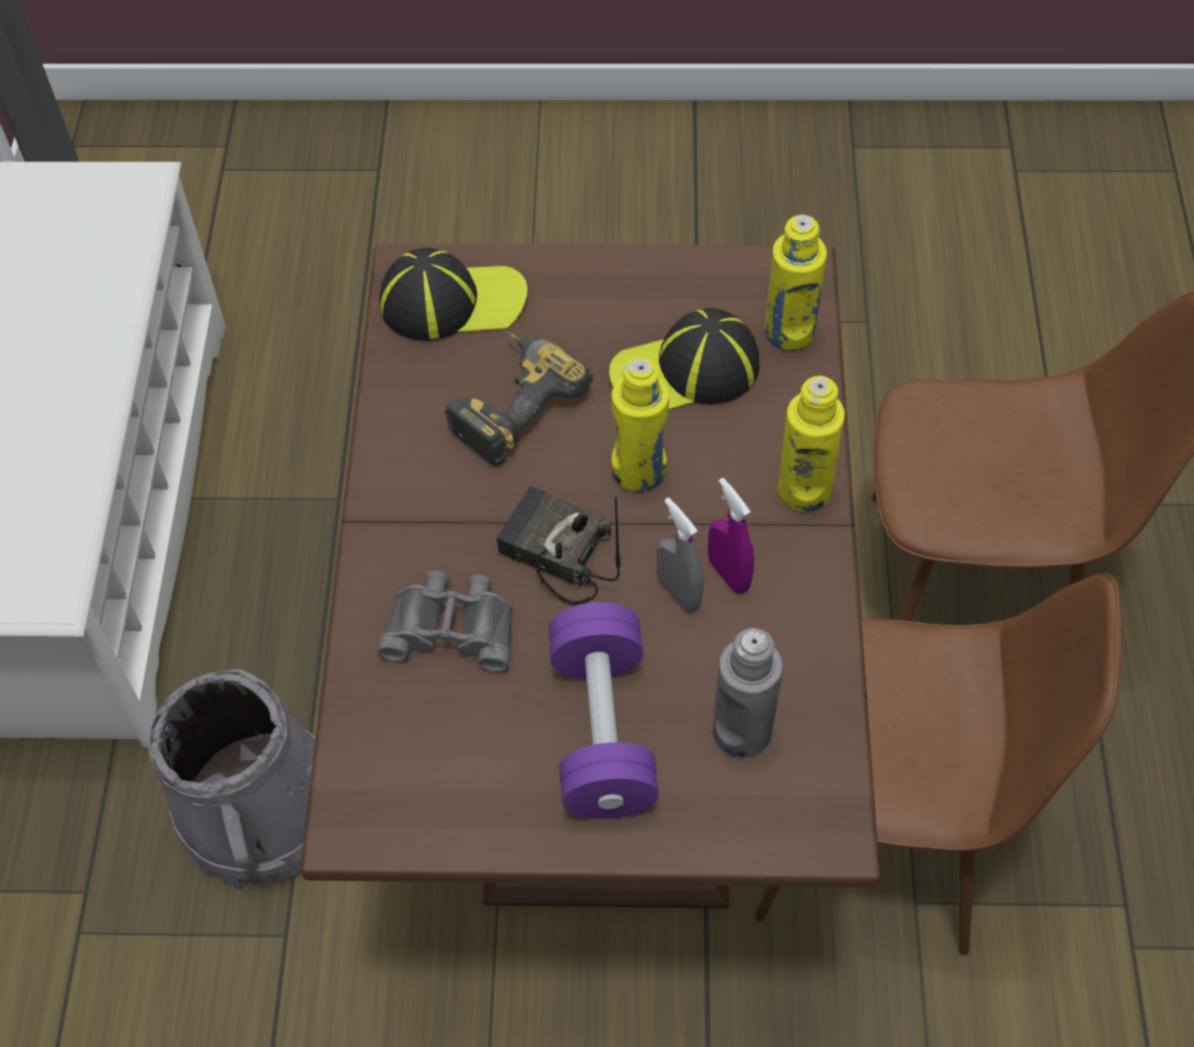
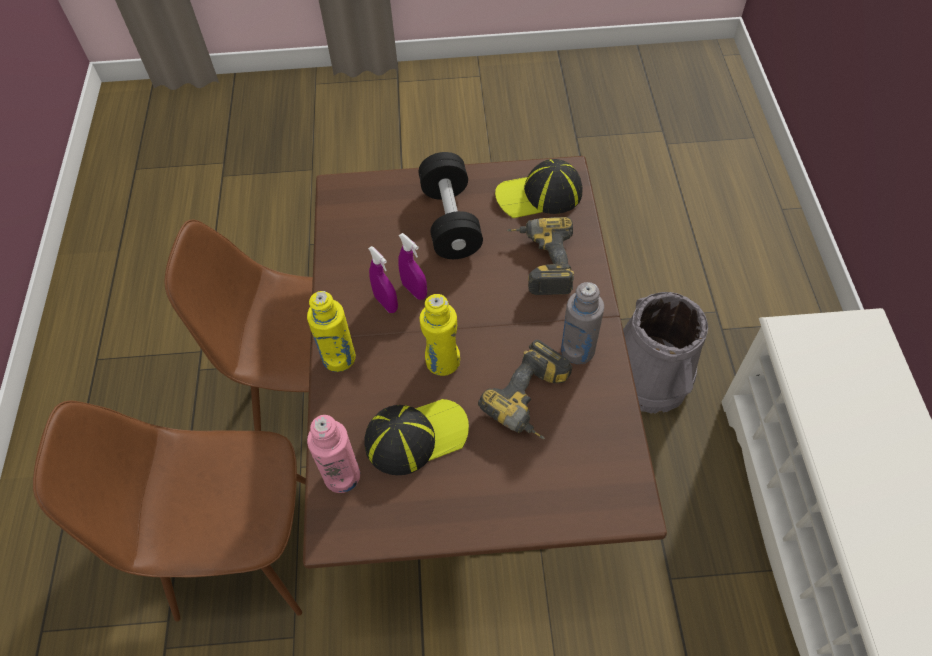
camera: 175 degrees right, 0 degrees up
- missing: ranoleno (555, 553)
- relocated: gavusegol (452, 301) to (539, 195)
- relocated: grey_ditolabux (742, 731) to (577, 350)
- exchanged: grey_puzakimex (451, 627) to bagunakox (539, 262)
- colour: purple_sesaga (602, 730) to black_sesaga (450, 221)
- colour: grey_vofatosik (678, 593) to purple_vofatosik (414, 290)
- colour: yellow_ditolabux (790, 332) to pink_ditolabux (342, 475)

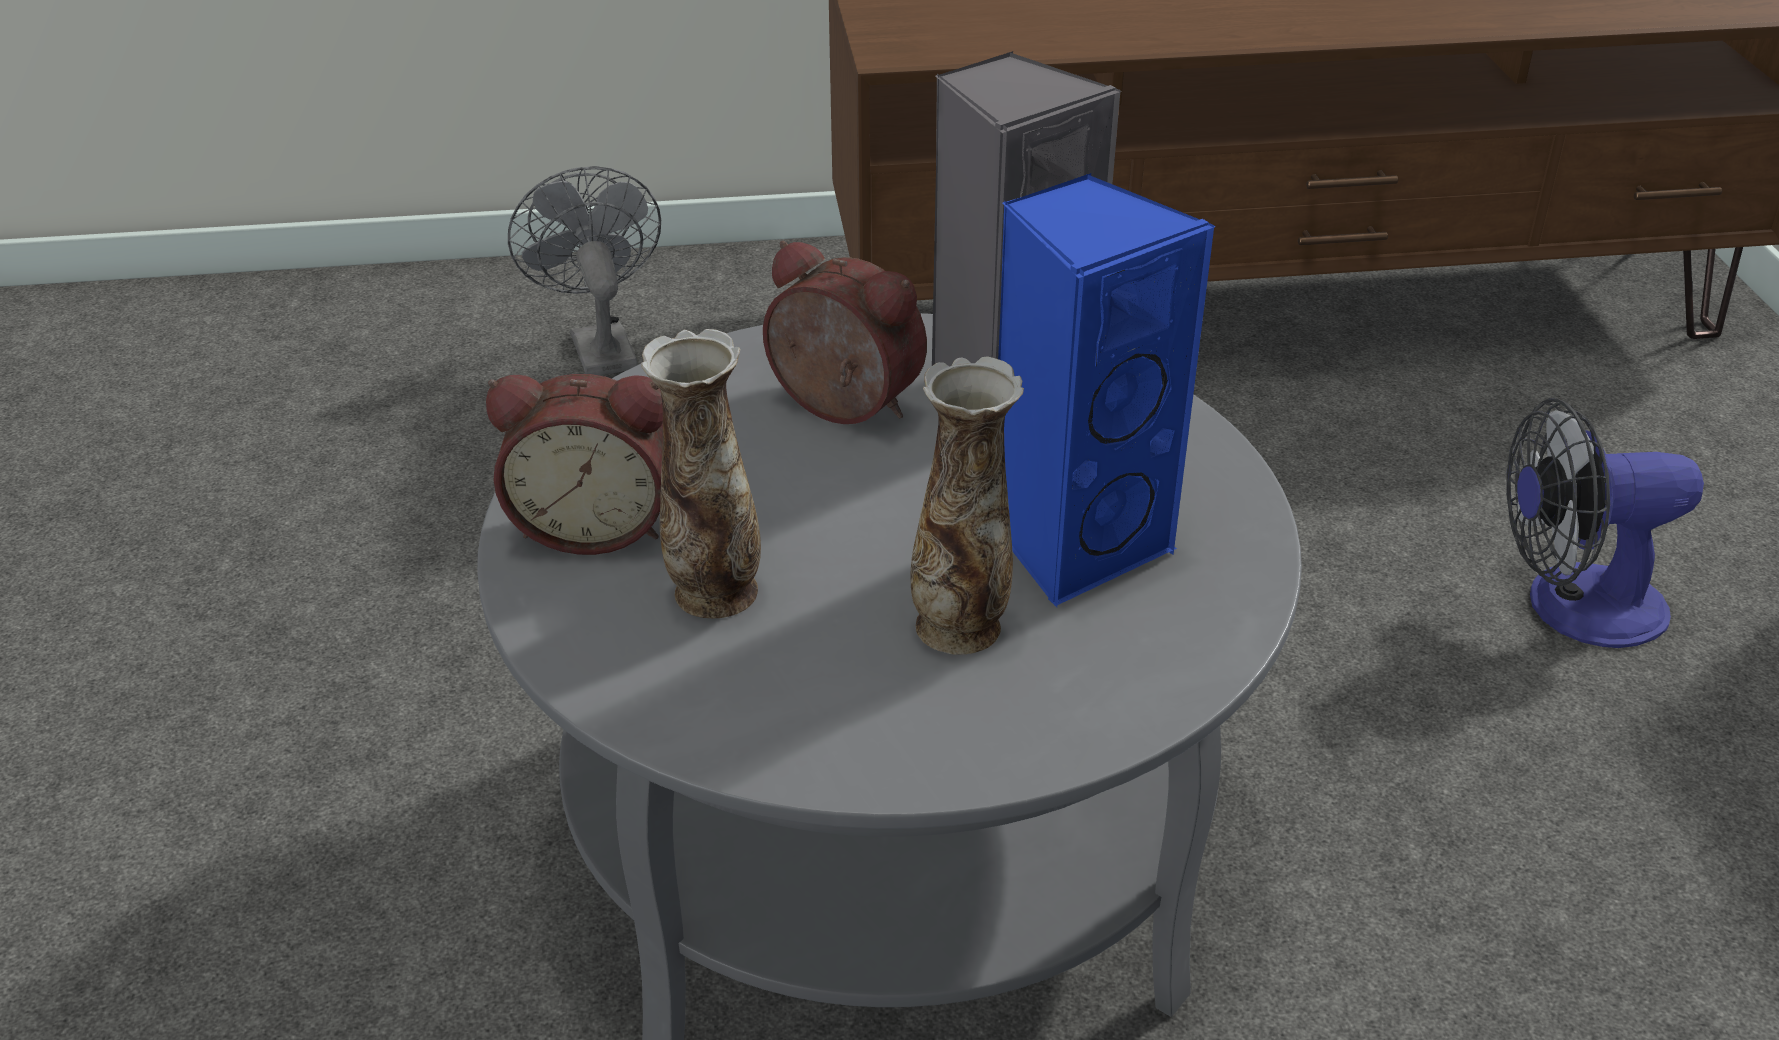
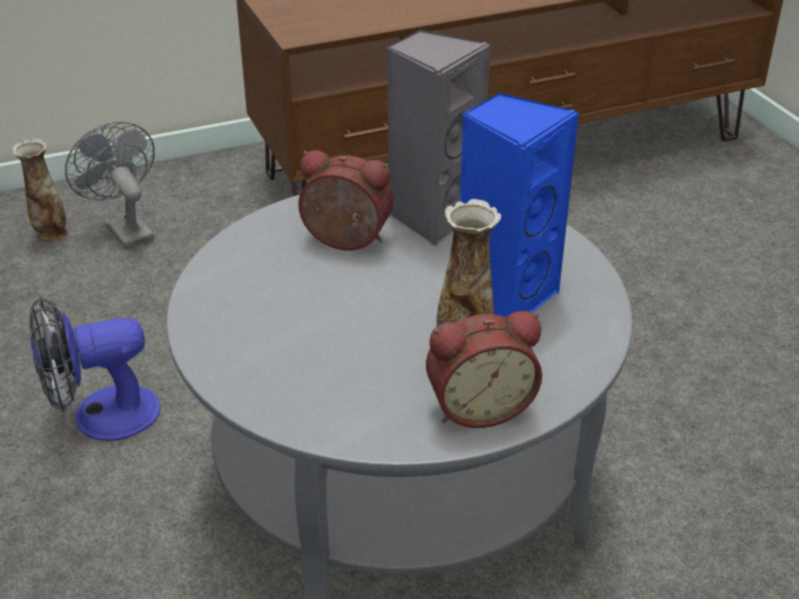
camera: 15 degrees left, 0 degrees up
- relocated: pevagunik (594, 525) to (479, 406)
- relocated: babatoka (713, 593) to (51, 235)
- relocated: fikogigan (1572, 607) to (101, 417)

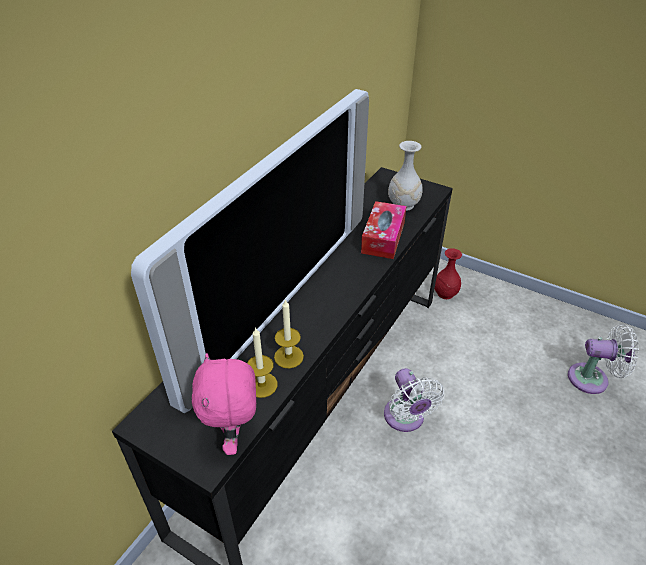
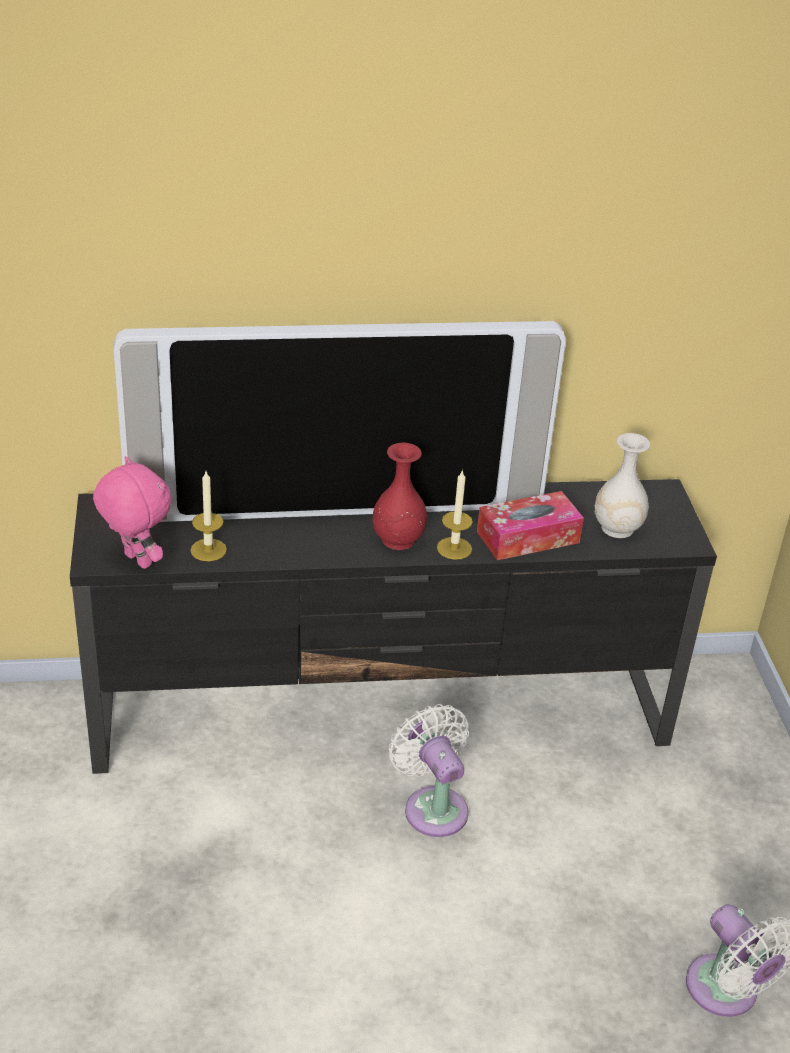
camera: 50 degrees right, 5 degrees down
- relocated: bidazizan (288, 356) to (454, 548)
- relocated: red_babatoka (445, 294) to (397, 539)
- spun: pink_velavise (234, 436) = (136, 561) 90 degrees clockwise
- spun: white_fikogigan (405, 418) = (433, 806) 120 degrees clockwise

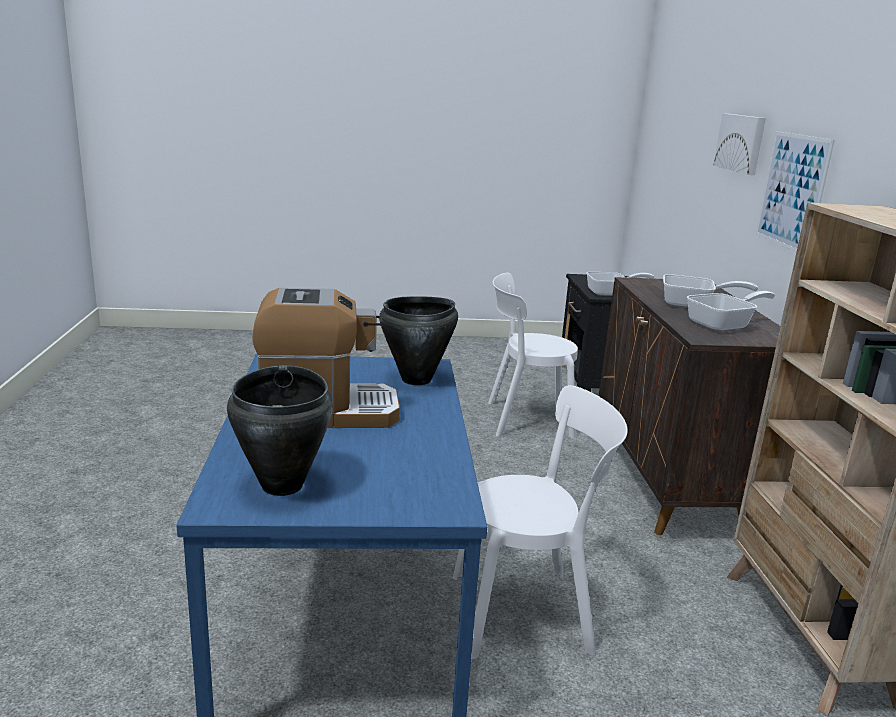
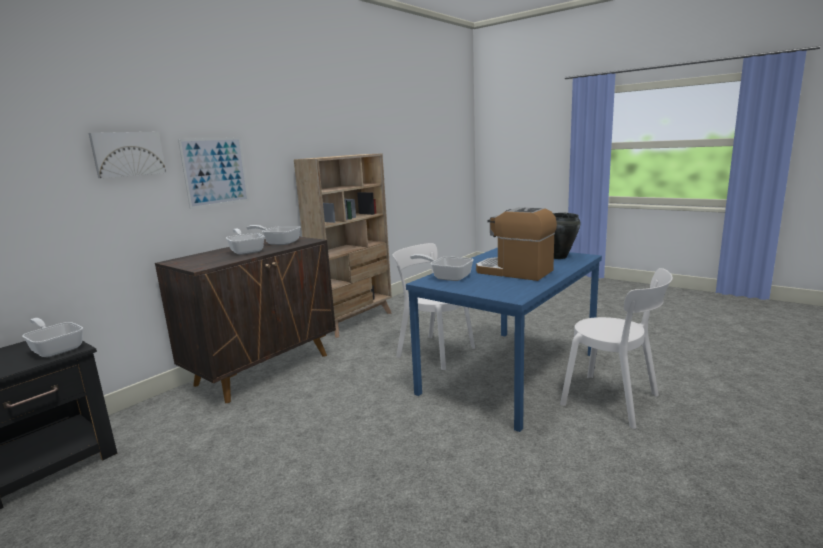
camera: 135 degrees left, 5 degrees down
- relocated: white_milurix (524, 419) to (614, 401)
- exchanged: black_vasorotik (417, 380) to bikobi (447, 277)

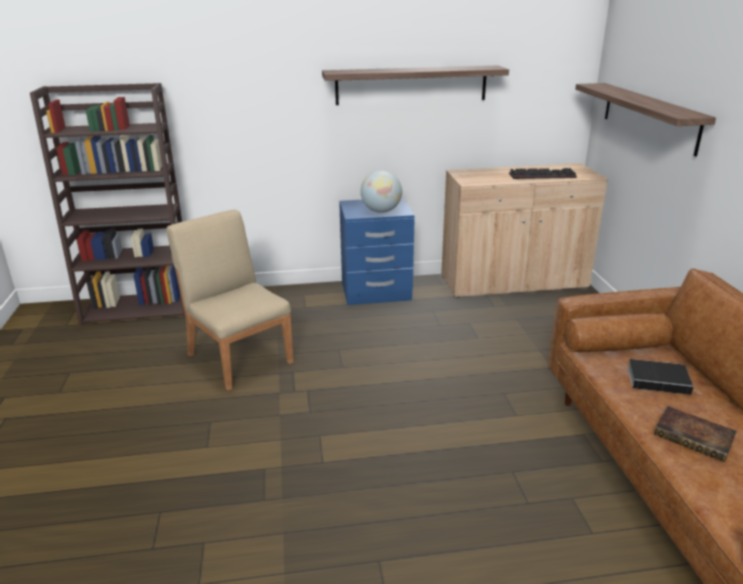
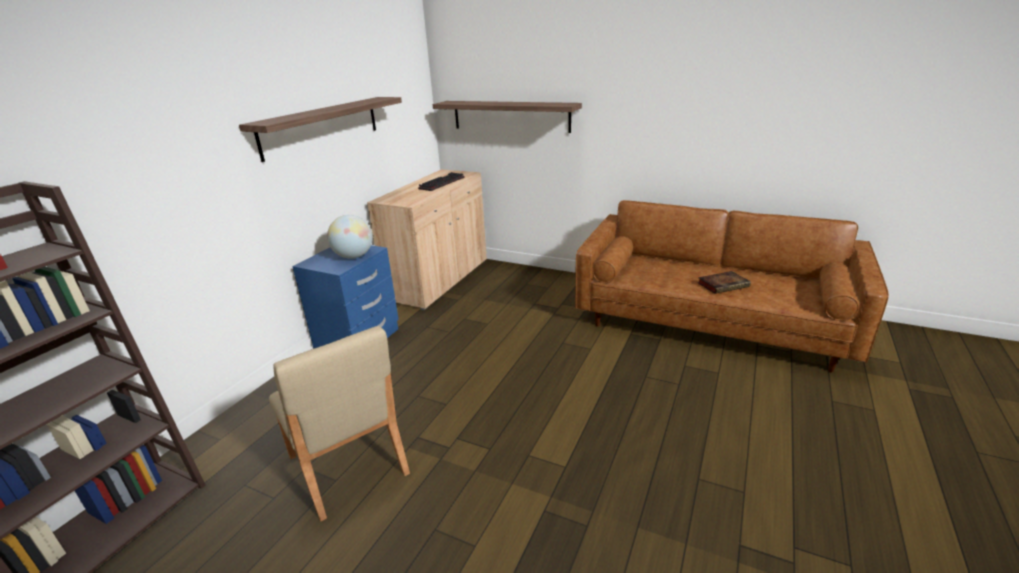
camera: 55 degrees left, 0 degrees up
- missing: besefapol (660, 380)
- spun: beige_milurix (240, 357) = (348, 466) 120 degrees counterclockwise

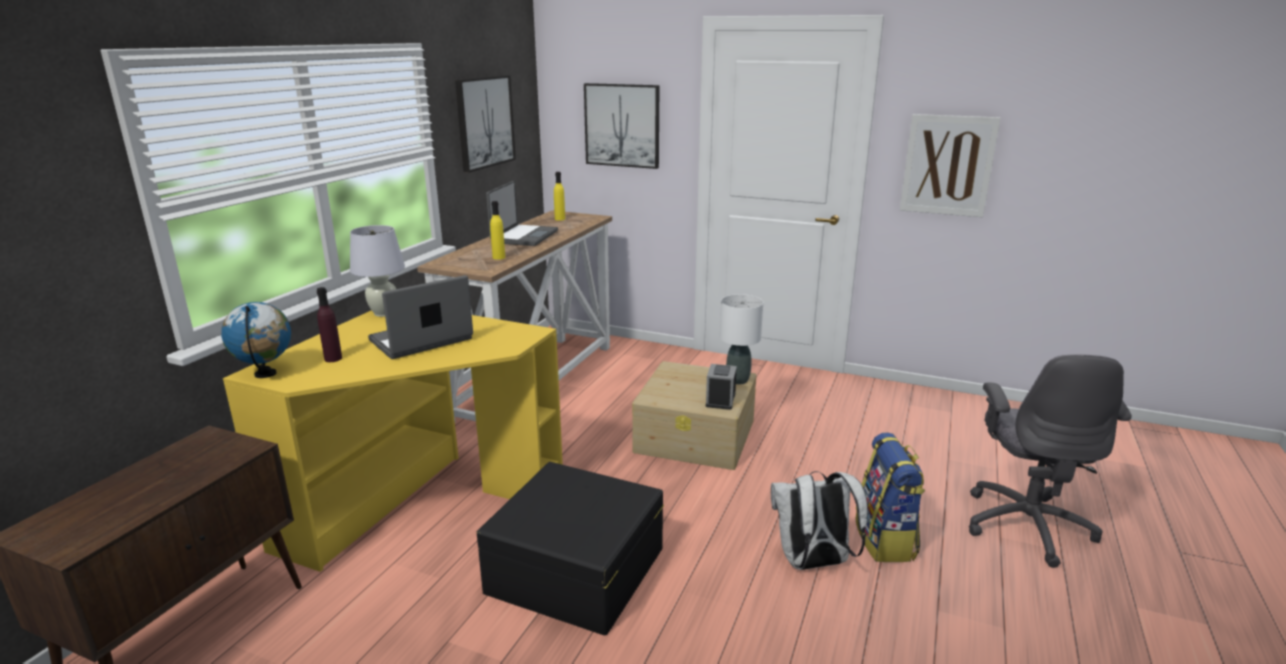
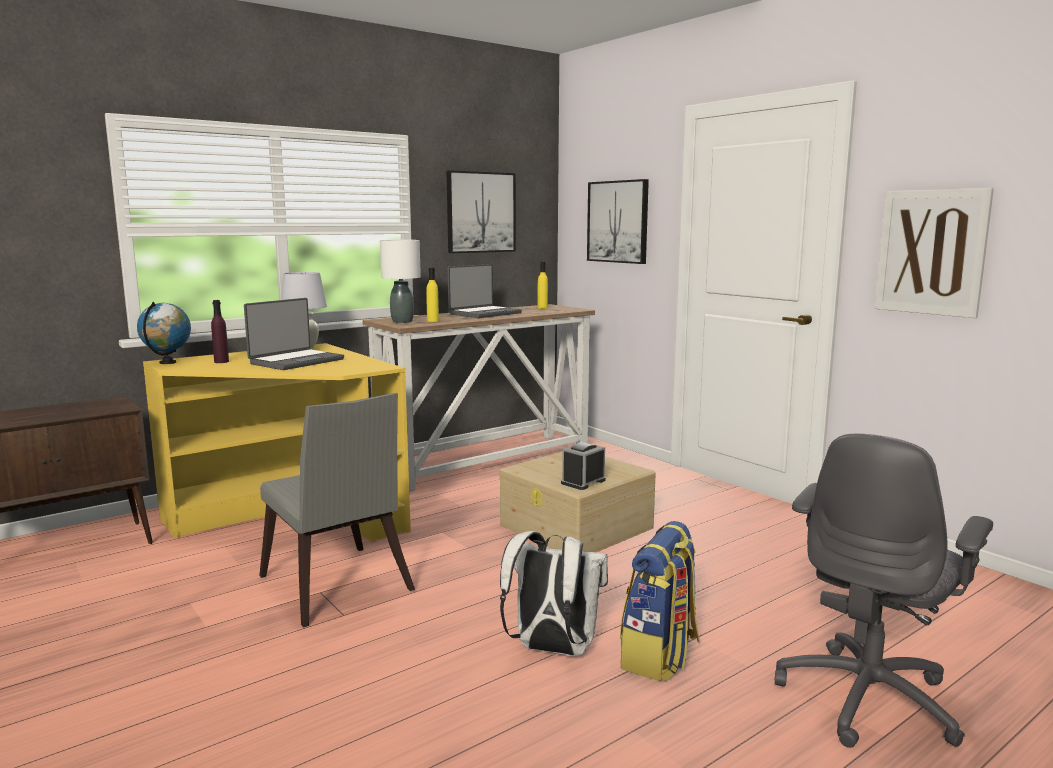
camera: 30 degrees right, 10 degrees down
- relocated: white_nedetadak (738, 380) to (402, 321)
- exchanged: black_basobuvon (575, 570) to grey_milurix (337, 589)
- spun: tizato (422, 340) = (296, 361) 135 degrees clockwise

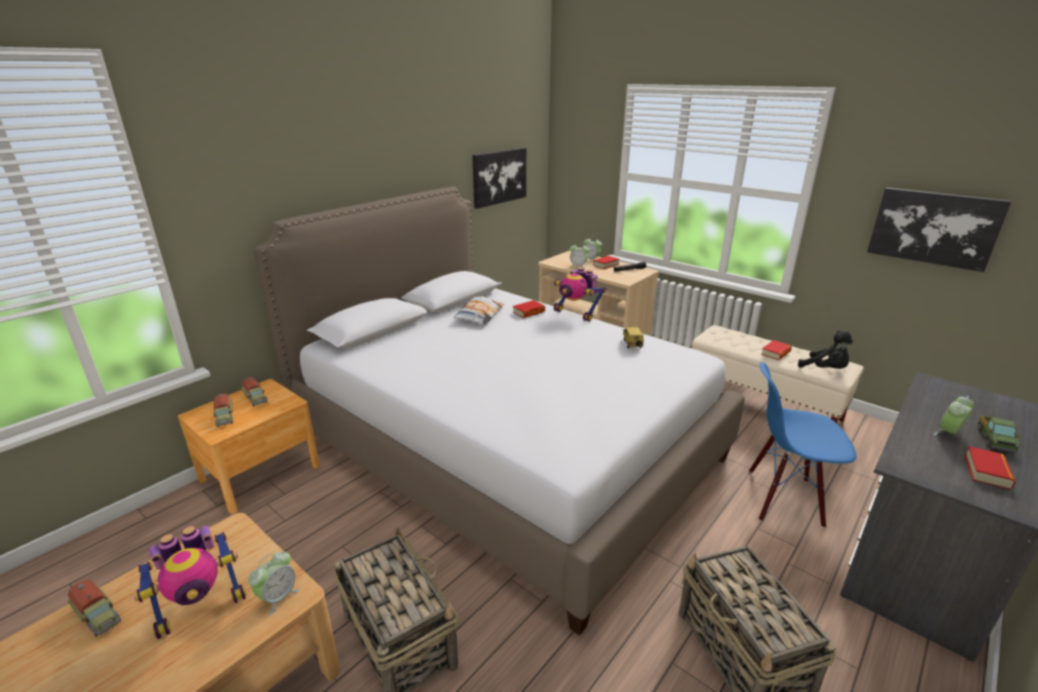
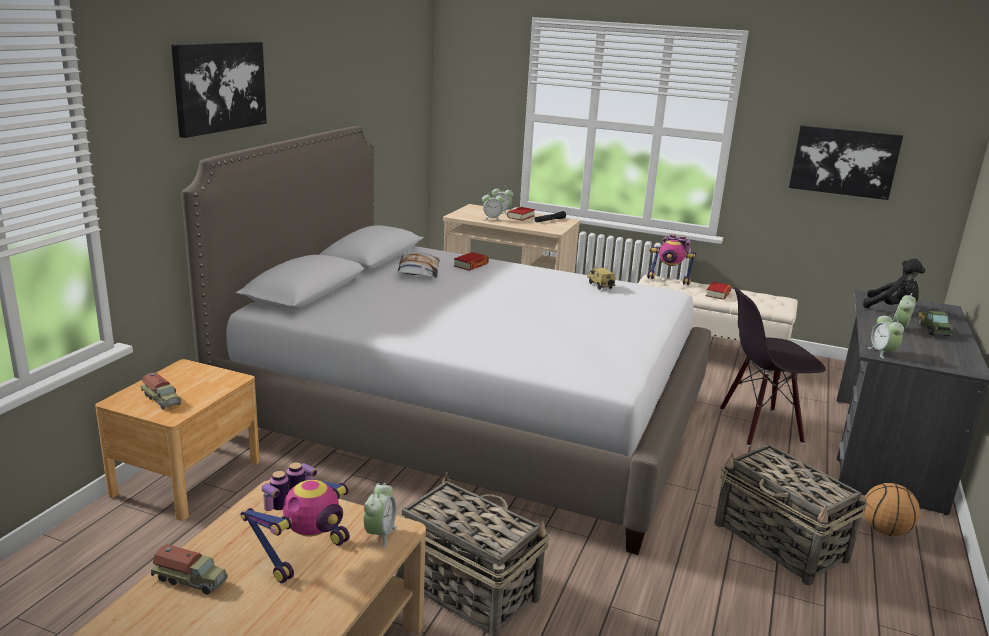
camera: 20 degrees left, 5 degrees down
- missing: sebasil (255, 398)
- missing: besefapol (987, 472)
- appeared: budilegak (885, 531)
- appeared: pevagunik (882, 353)
- relocated: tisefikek (499, 177) to (219, 87)
- relocated: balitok (576, 314) to (669, 279)
- relocated: black_velavise (825, 369) to (891, 308)
- colour: blue_milurix (783, 498) to black_milurix (760, 426)

